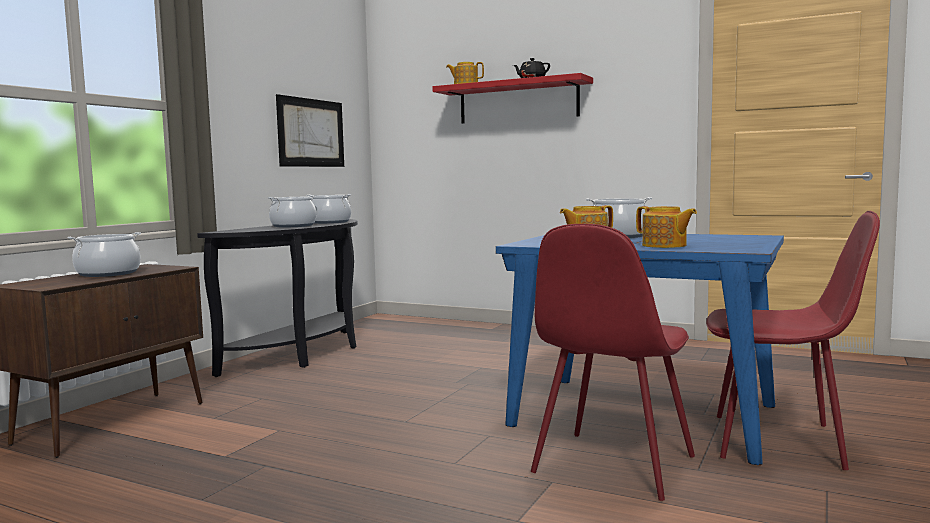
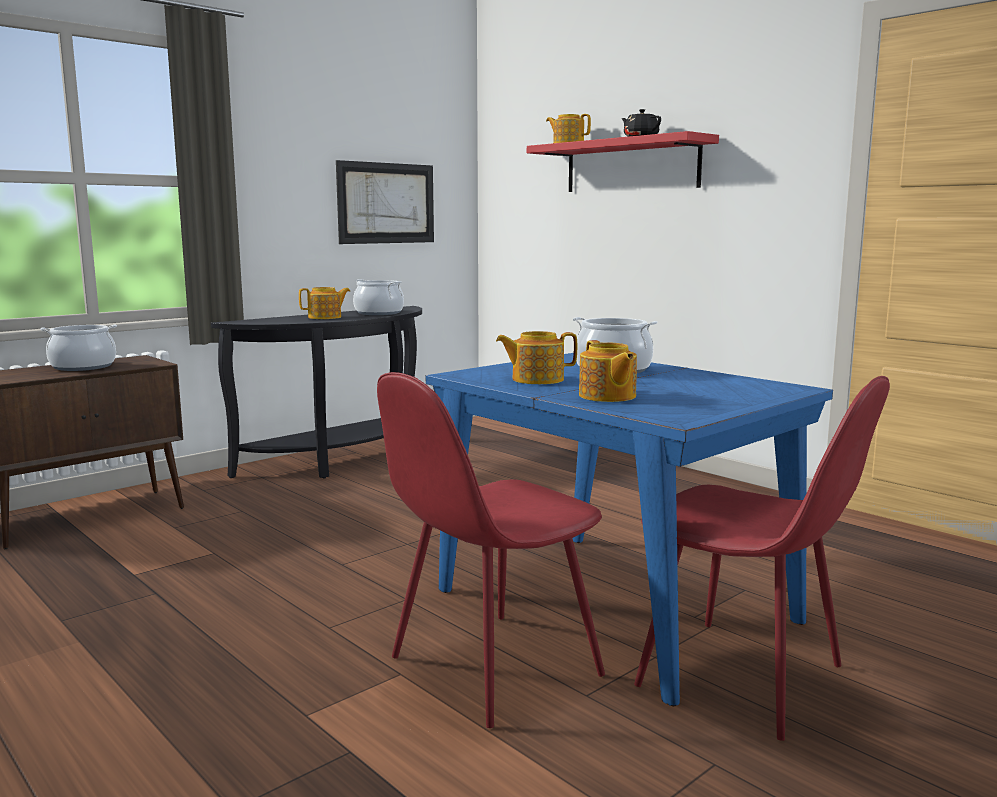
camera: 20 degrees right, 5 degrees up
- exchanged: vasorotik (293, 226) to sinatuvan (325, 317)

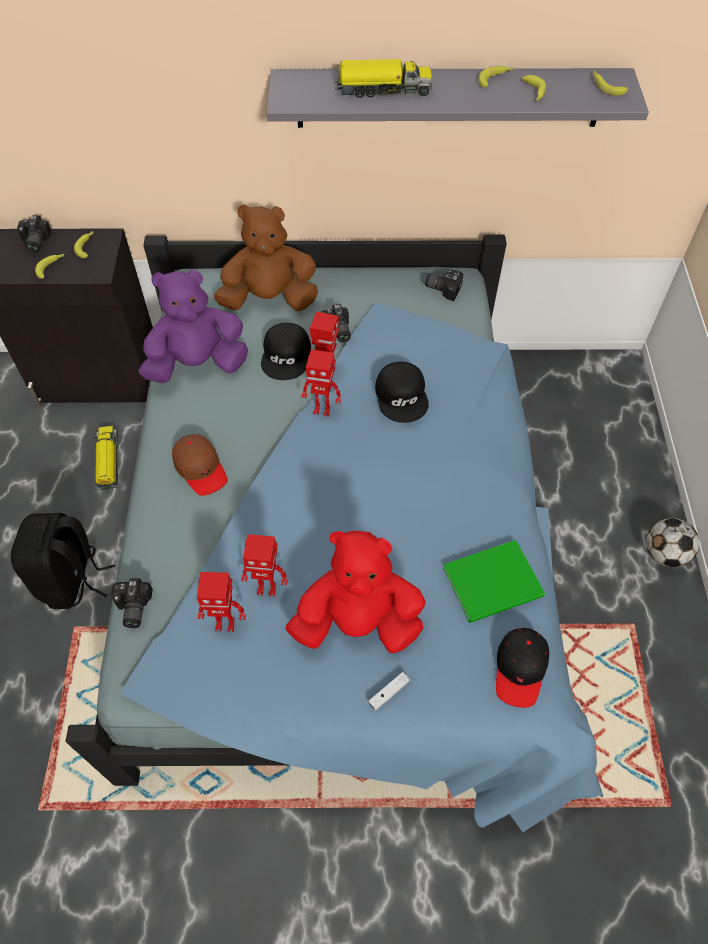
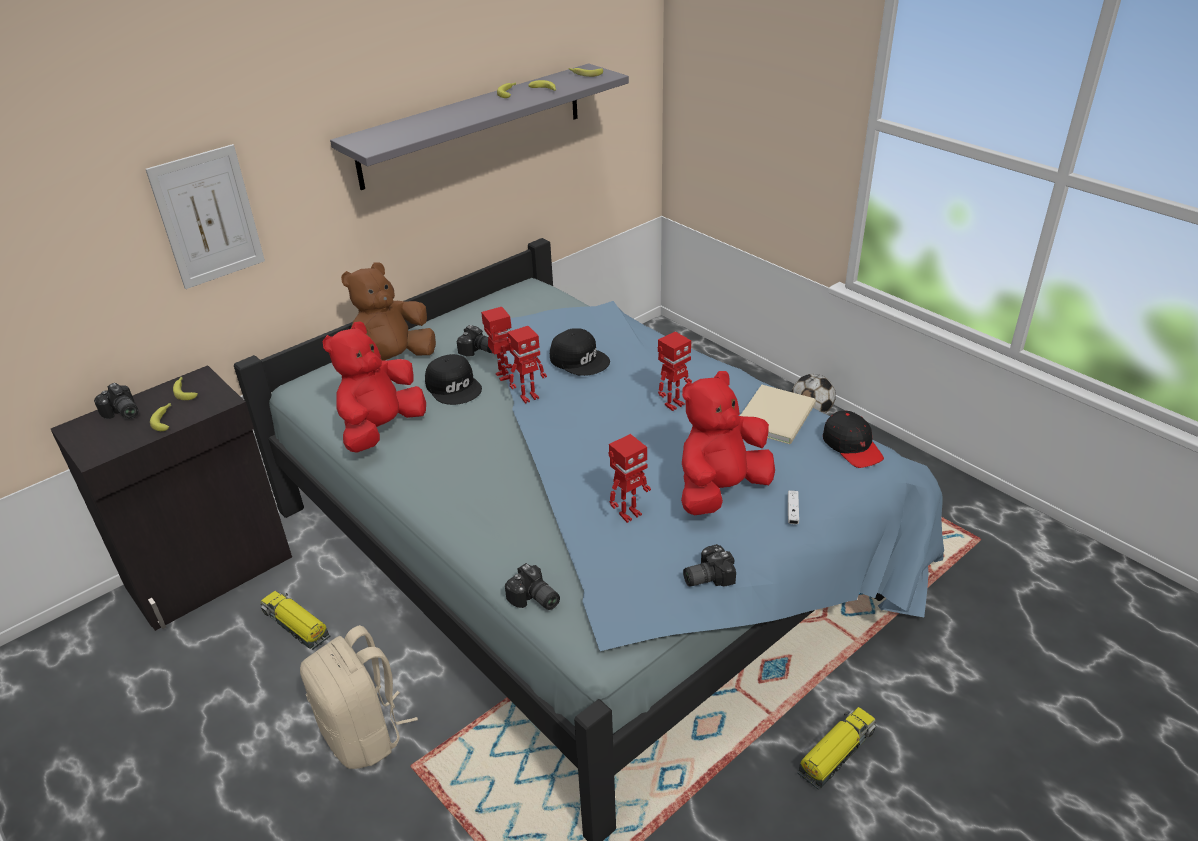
camera: 40 degrees left, 20 degrees down
- missing: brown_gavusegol (200, 468)
- appeared: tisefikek (208, 217)
- relocated: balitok (225, 623) to (673, 404)
- relocated: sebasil (382, 89) to (835, 753)
- relocated: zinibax (443, 288) to (706, 576)
- colour: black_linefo (72, 579) to beige_linefo (364, 734)
- colour: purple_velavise (197, 364) to red_velavise (381, 429)
- colour: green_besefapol (496, 583) to beige_besefapol (778, 415)

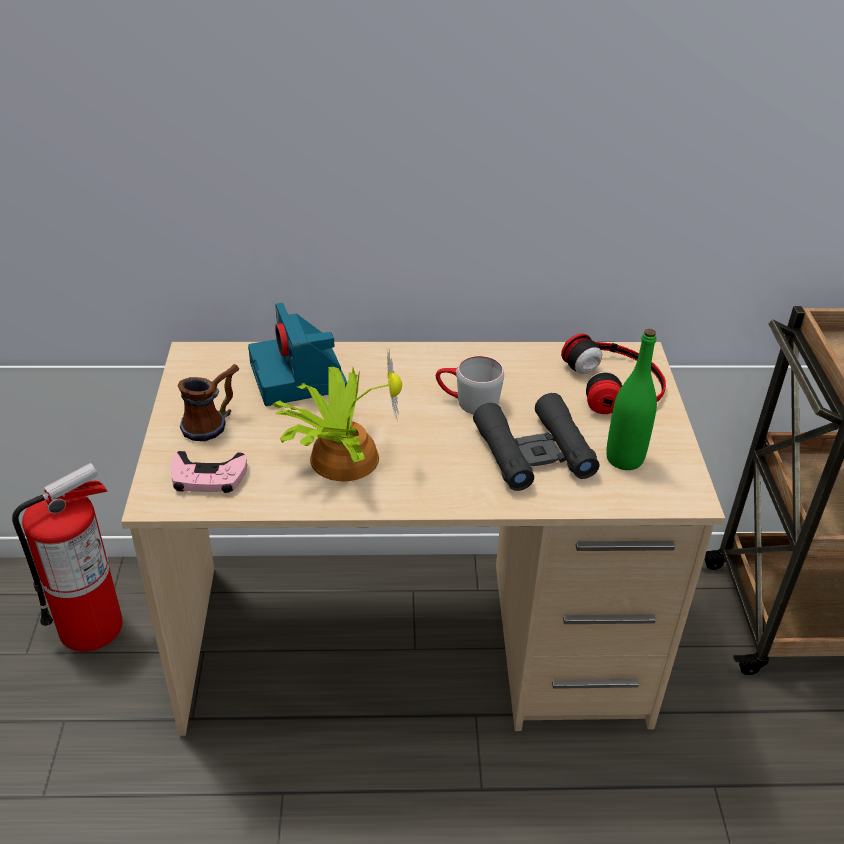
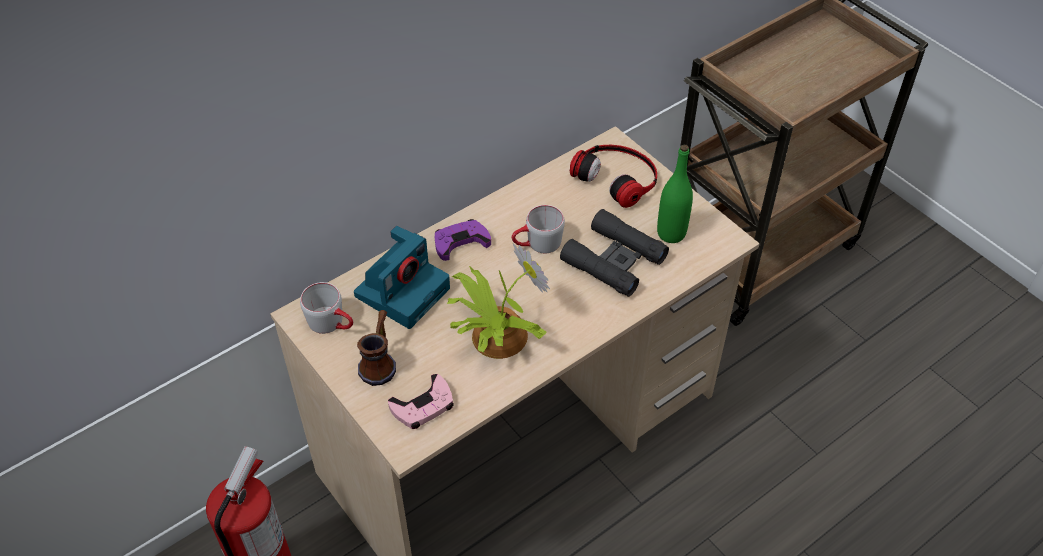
camera: 35 degrees left, 10 degrees up
- appeared: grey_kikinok (332, 324)
- appeared: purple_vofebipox (461, 242)
- spun: zinibax (299, 378) = (403, 290) 90 degrees counterclockwise

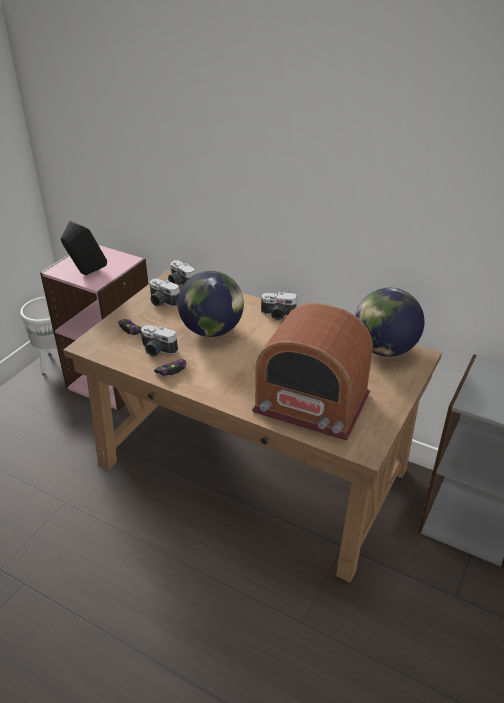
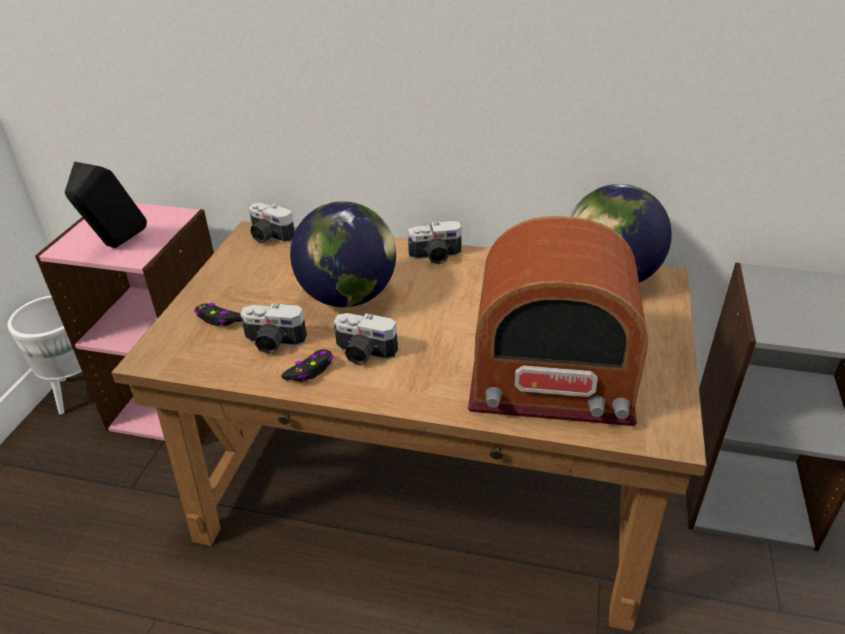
camera: 15 degrees left, 0 degrees up
- relocated: zinibax (162, 302) to (363, 354)

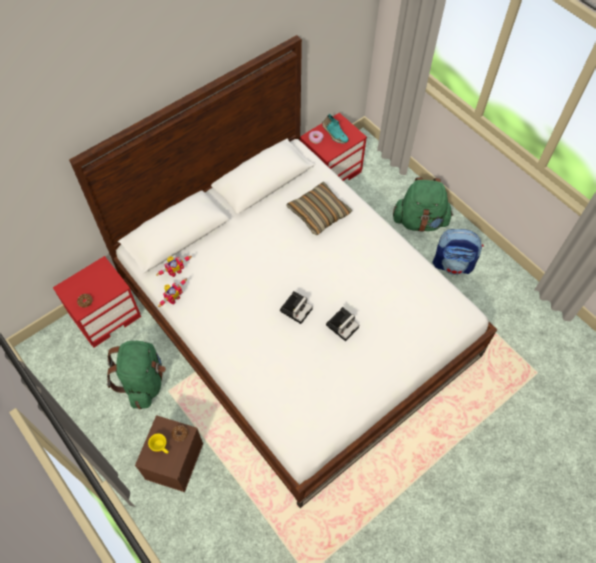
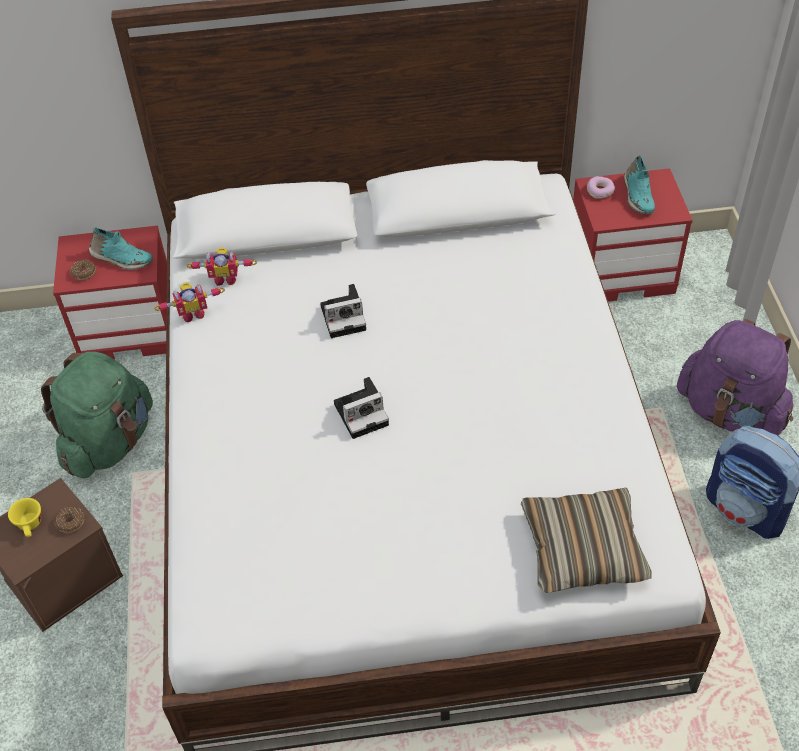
camera: 35 degrees right, 10 degrees down
- appeared: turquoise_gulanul (121, 259)
- relocated: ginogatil (319, 213) to (583, 549)
- relocated: zinibax (342, 325) to (345, 317)
- colour: green_linefo (420, 221) to purple_linefo (730, 412)

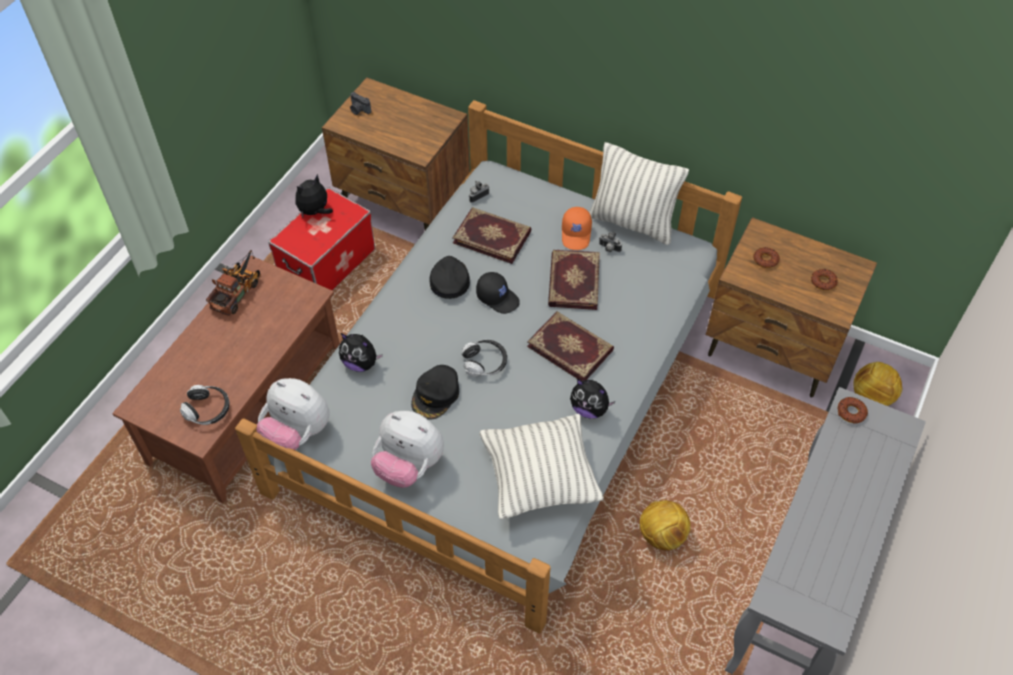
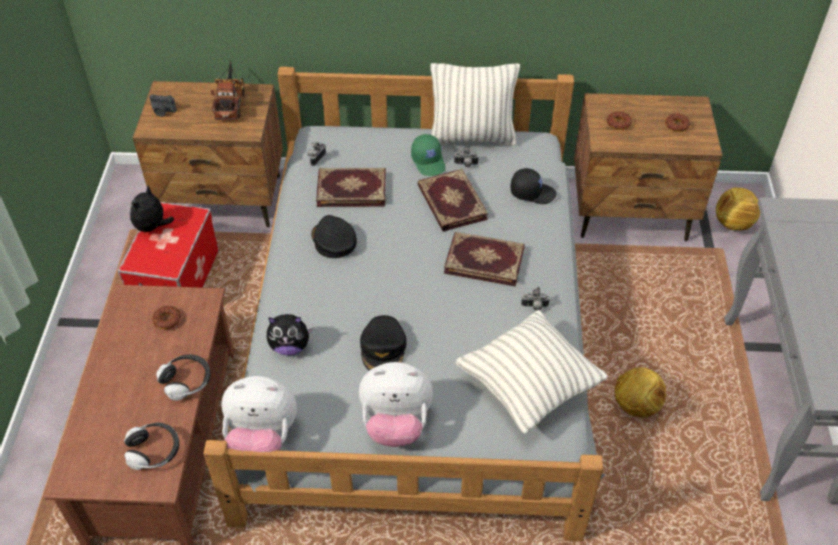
camera: 25 degrees left, 5 degrees down
- relocated: sebasil (239, 291) to (230, 102)
- relocated: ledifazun (485, 363) to (186, 381)
- relocated: black_gavusegol (498, 297) to (532, 192)
- relocated: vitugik (851, 412) to (167, 320)
- exchanged: velavise (589, 409) to zinibax (534, 307)
- colour: orange_gavusegol (576, 234) to green_gavusegol (429, 161)

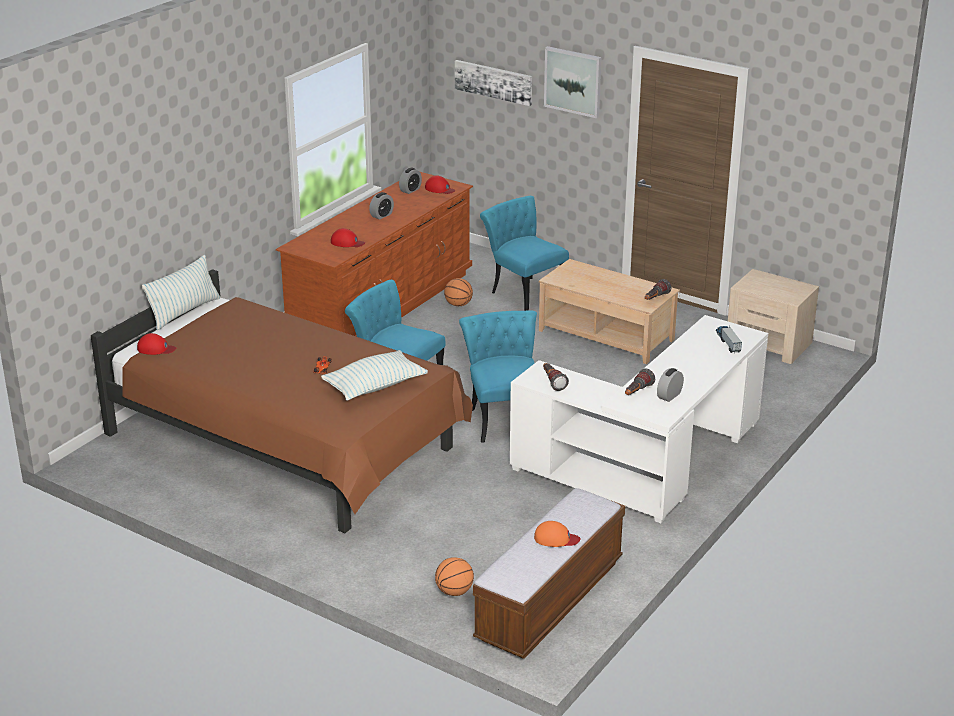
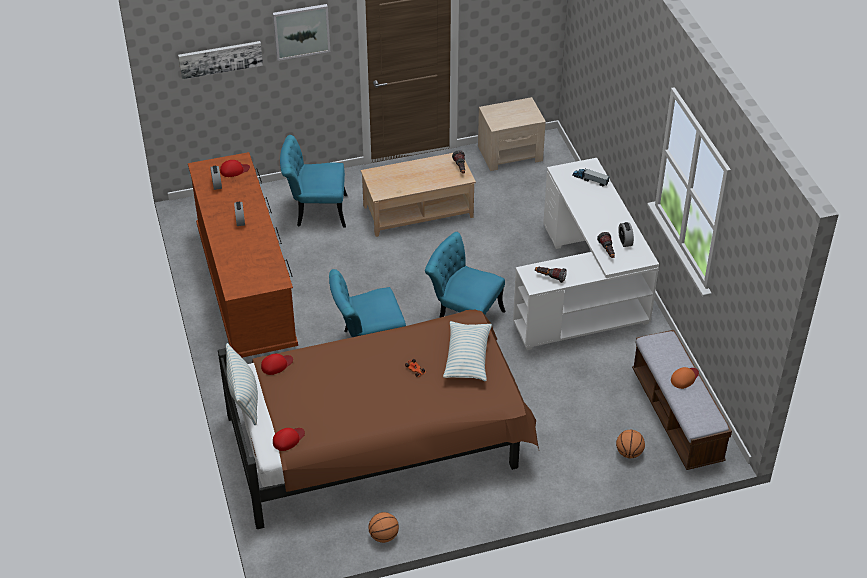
camera: 50 degrees left, 15 degrees up
- relocated: red_gavusegol (347, 242) to (276, 365)
- relocated: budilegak (458, 305) to (384, 536)

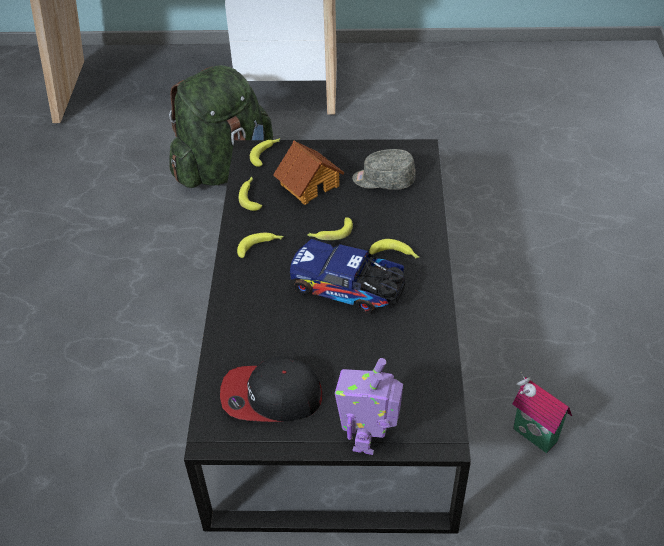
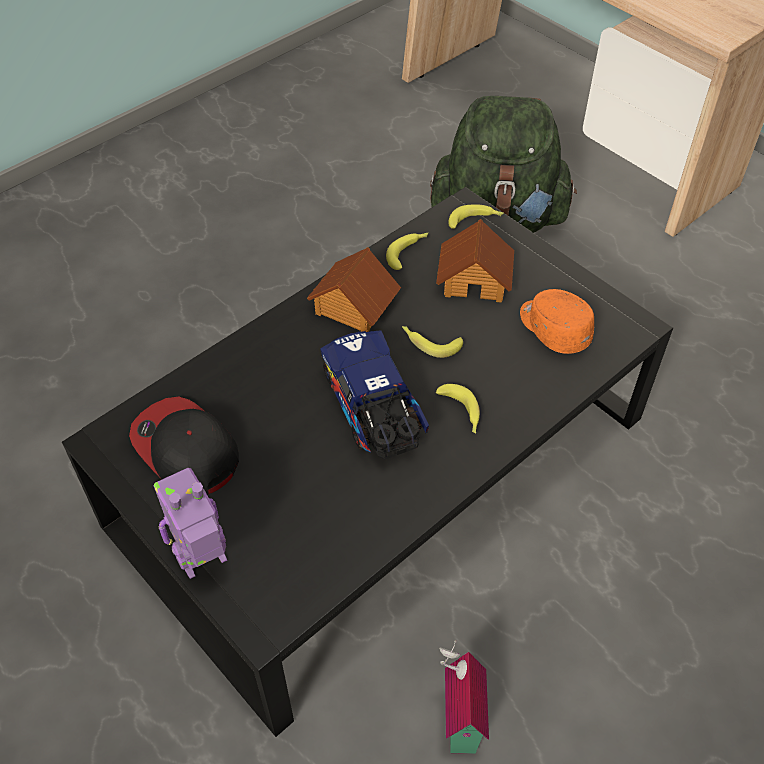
camera: 45 degrees right, 5 degrees up
- exchanged: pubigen (260, 247) to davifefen (353, 307)
- colour: grey_gavusegol (383, 180) to orange_gavusegol (553, 328)

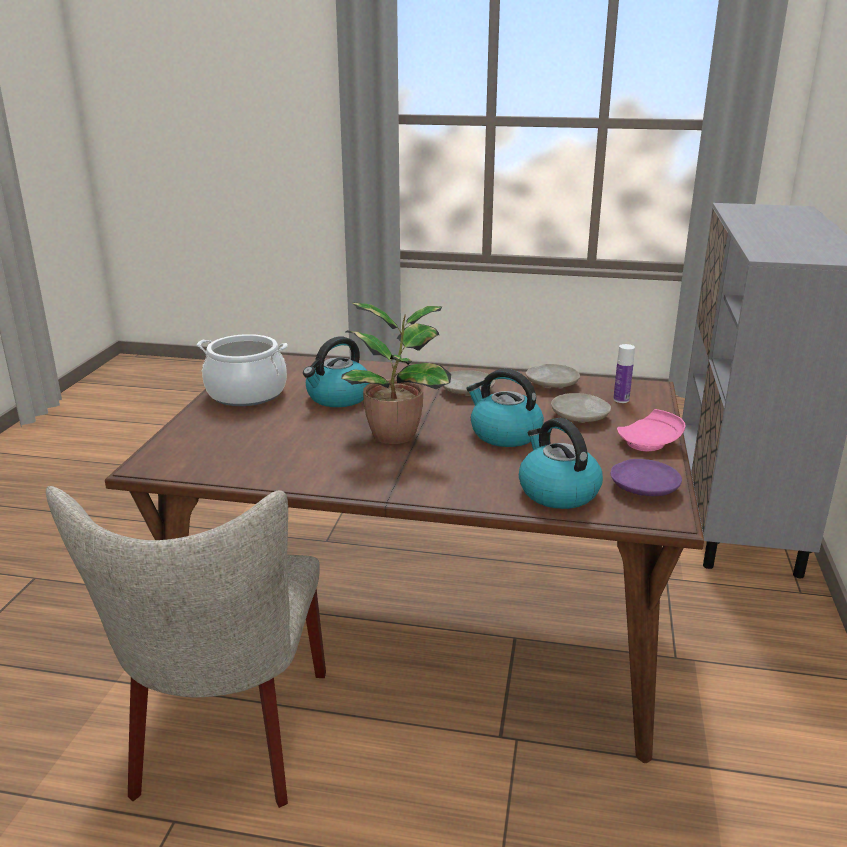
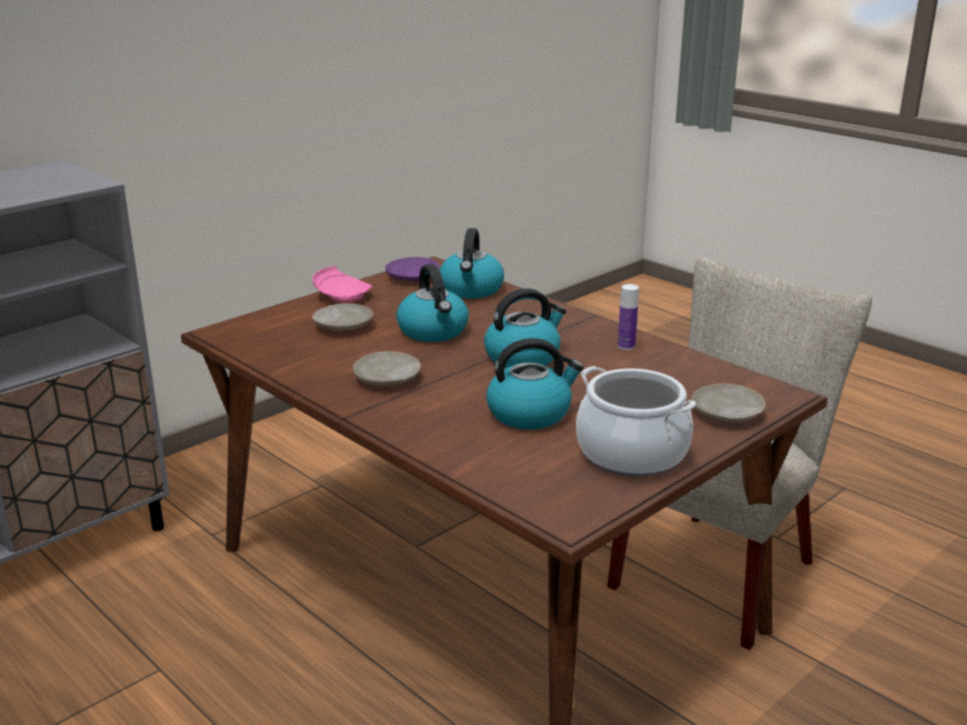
camera: 145 degrees left, 0 degrees up
- relocated: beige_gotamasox (552, 384) to (726, 414)
- relocated: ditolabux (621, 400) to (626, 346)
- exchanged: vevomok (397, 434) to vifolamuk (523, 357)

